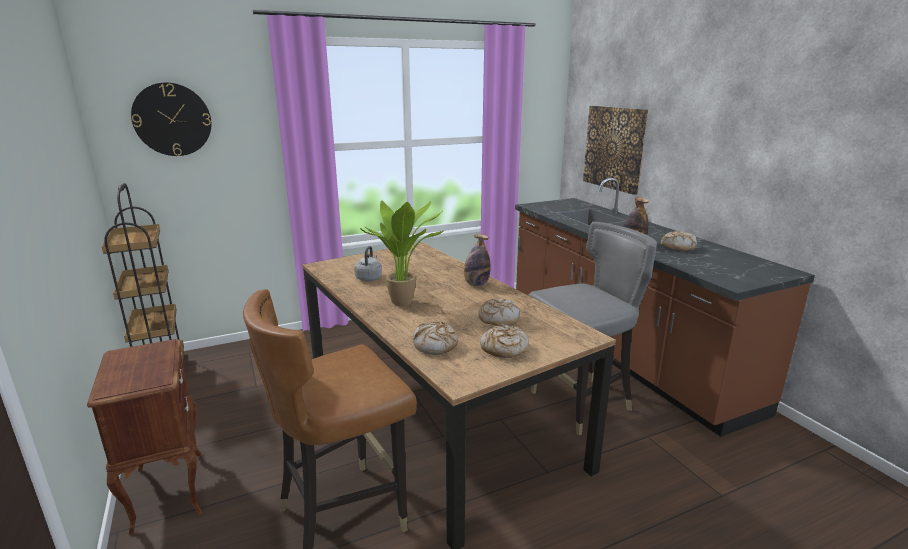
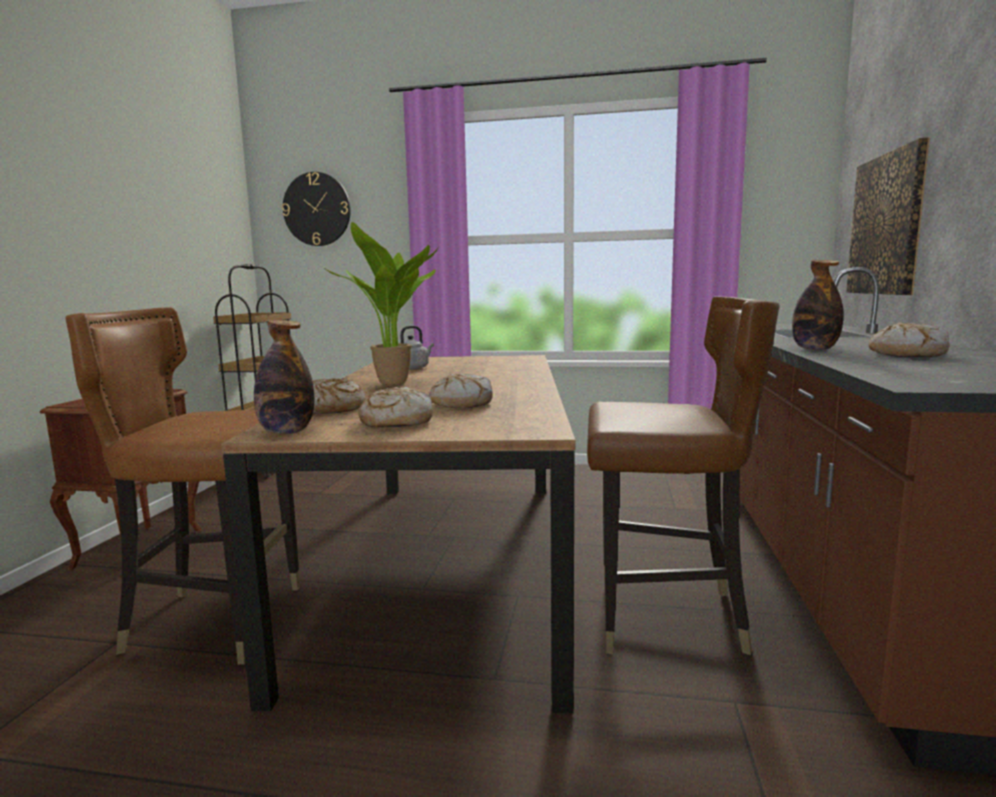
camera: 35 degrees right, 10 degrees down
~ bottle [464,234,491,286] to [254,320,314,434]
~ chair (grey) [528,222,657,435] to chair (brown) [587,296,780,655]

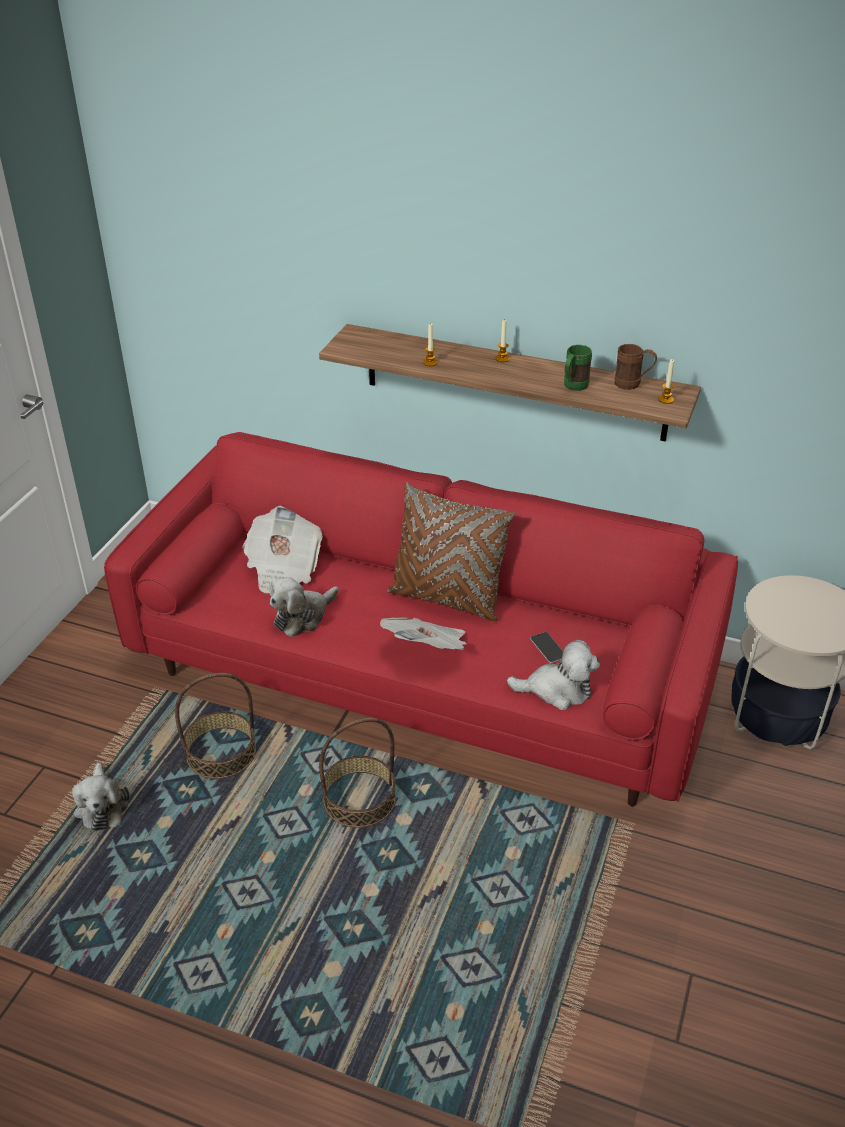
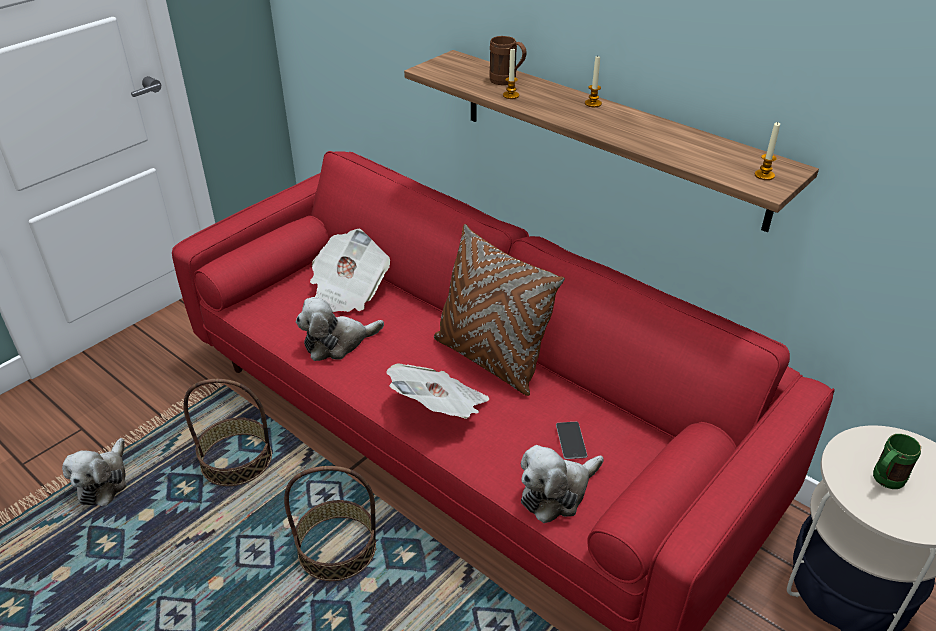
camera: 20 degrees right, 0 degrees up
~ plush toy [507,640,600,710] = [521,445,604,523] 120 degrees clockwise
~ mug (green) [564,345,592,391] to [873,434,921,489]
~ mug (brown) [615,344,657,390] to [489,36,527,85]

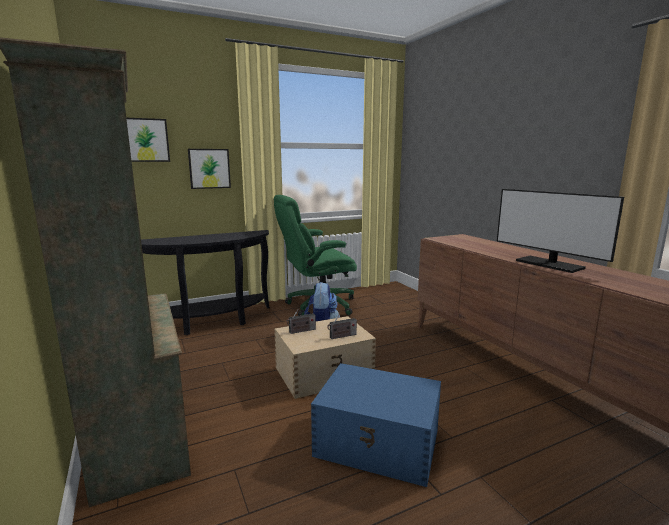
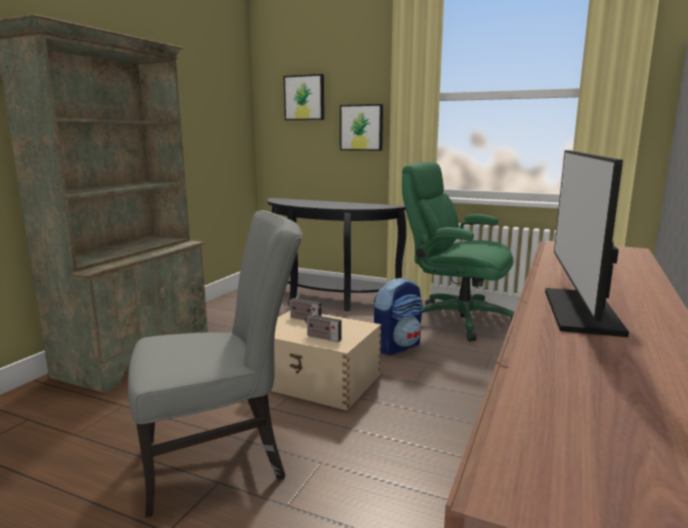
camera: 50 degrees right, 0 degrees up
~ storage box (blue) [311,363,441,487] to chair (grey) [128,210,303,518]

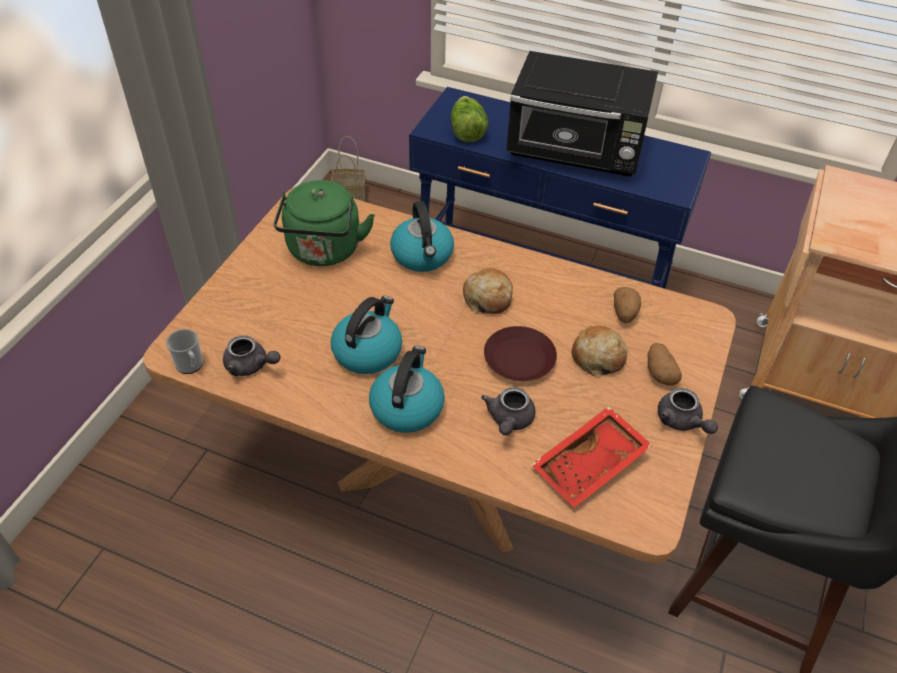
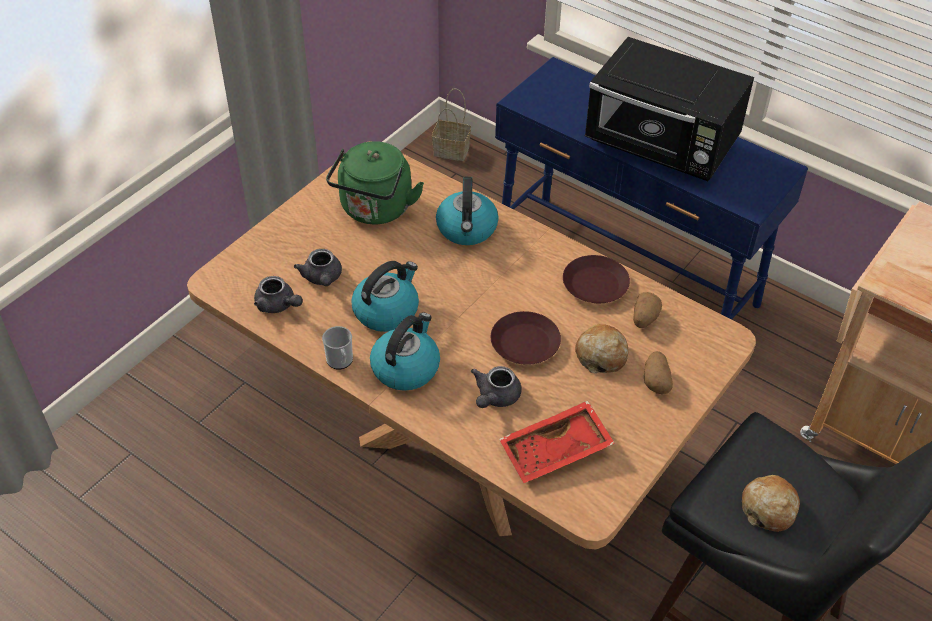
camera: 15 degrees right, 0 degrees up
~ mug [166,329,203,374] to [322,326,353,369]
- lettuce [451,96,488,142]
~ bread [463,268,513,314] to [742,475,800,532]
~ teapot (grey) [658,388,718,434] to [294,249,342,286]
+ plate (brown) [563,255,630,303]

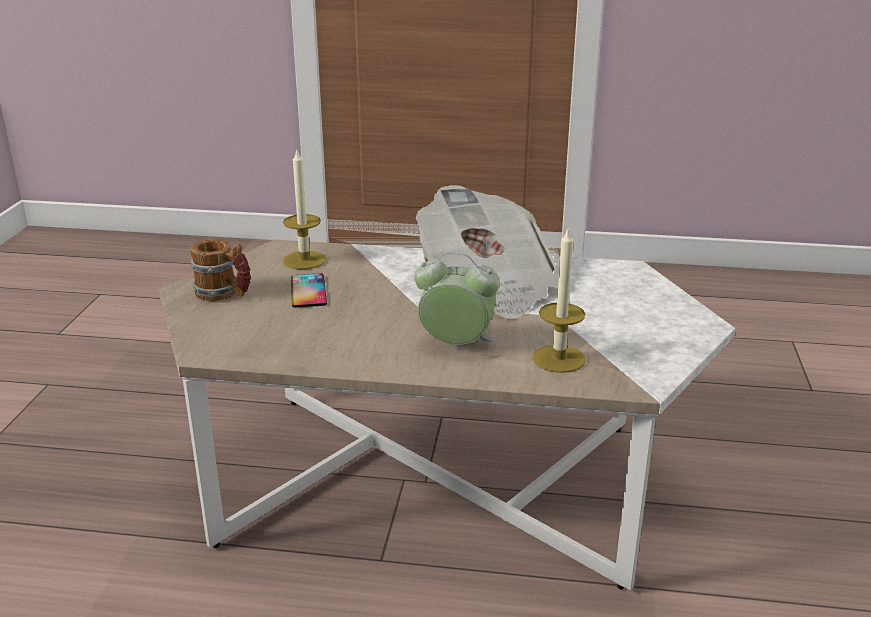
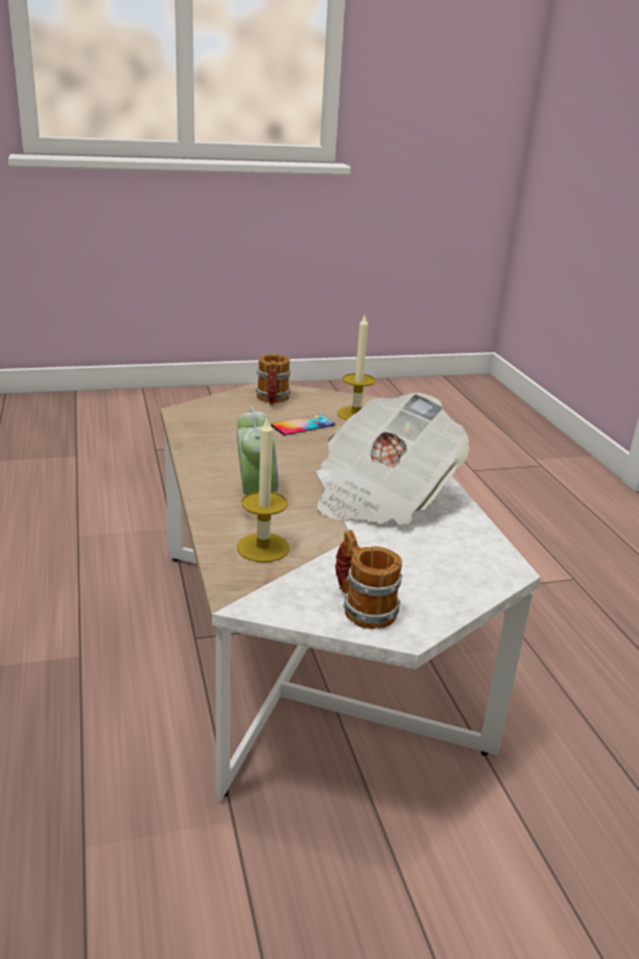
camera: 65 degrees right, 0 degrees up
+ mug [335,530,402,629]

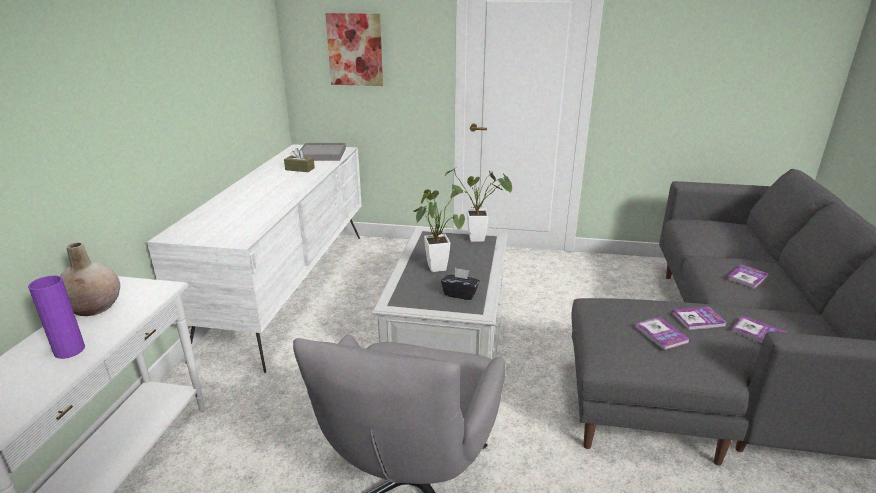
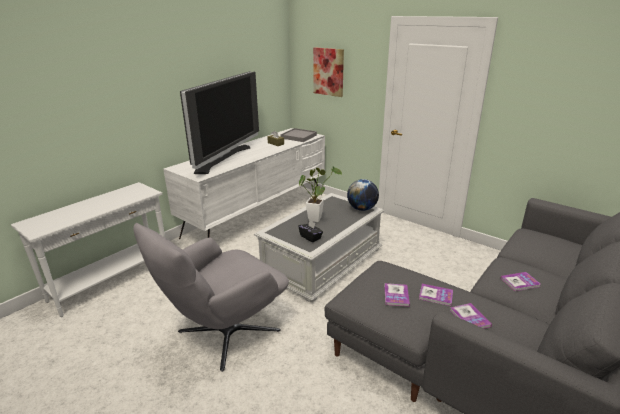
camera: 30 degrees right, 0 degrees up
- vase (purple) [28,276,85,359]
- vase (beige) [60,243,120,316]
~ potted plant [445,168,512,242] to globe [347,179,379,211]
+ television [180,71,259,174]

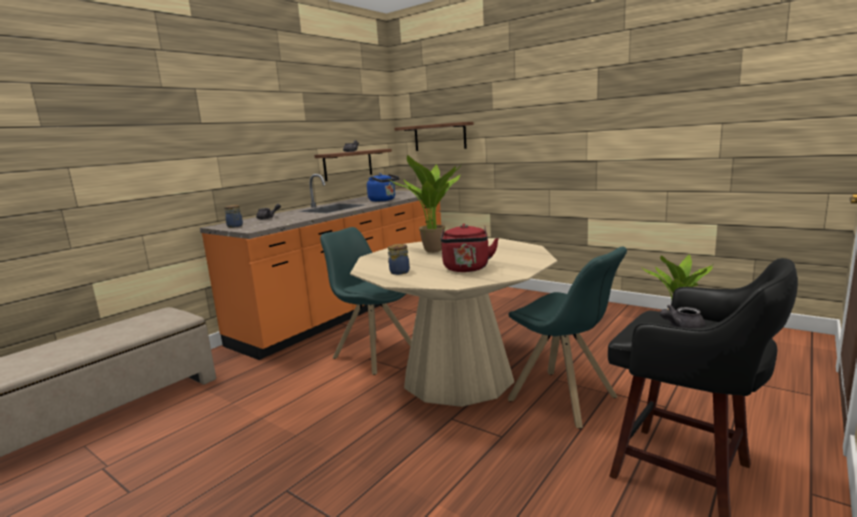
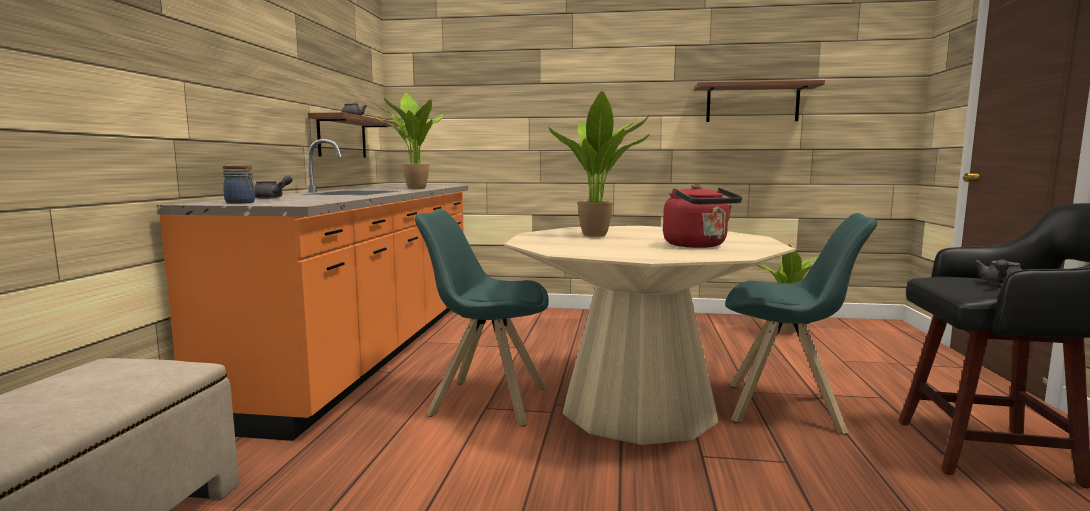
camera: 30 degrees left, 5 degrees down
~ kettle (blue) [367,173,399,202] to potted plant [375,92,444,189]
- jar [388,244,410,275]
~ shelf [394,122,474,151] to [694,80,825,122]

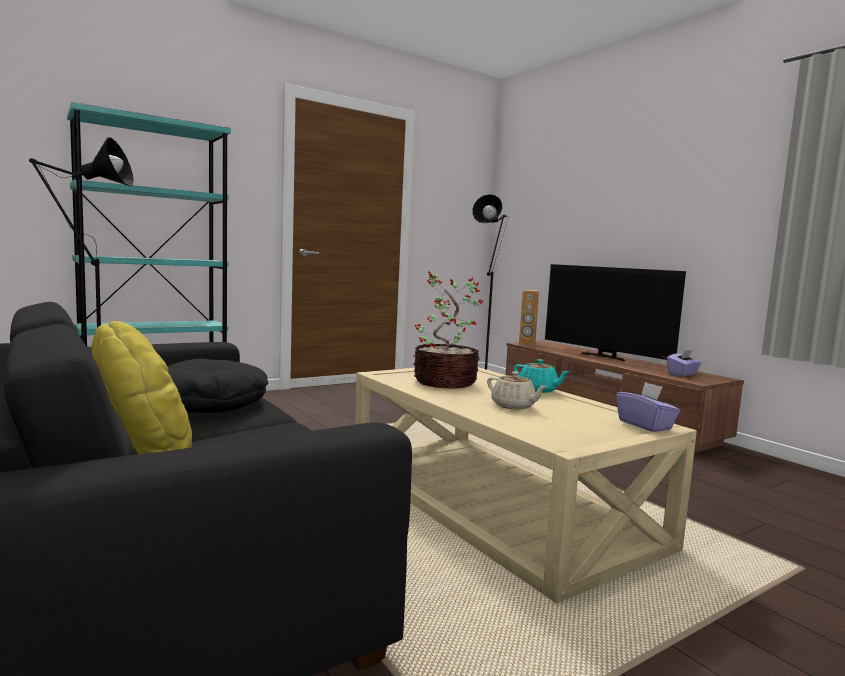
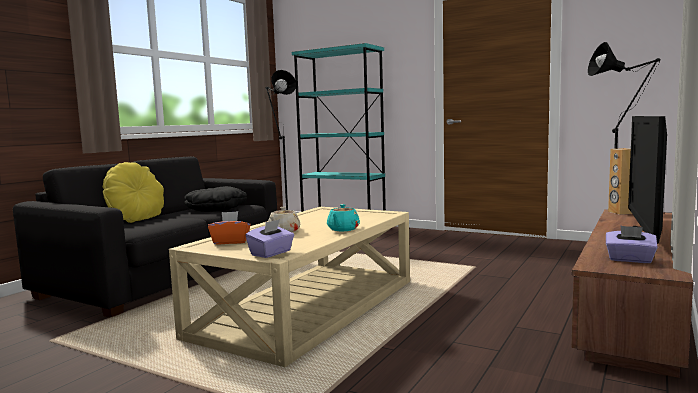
camera: 65 degrees right, 0 degrees up
- potted plant [413,271,483,389]
+ tissue box (orange) [208,211,251,244]

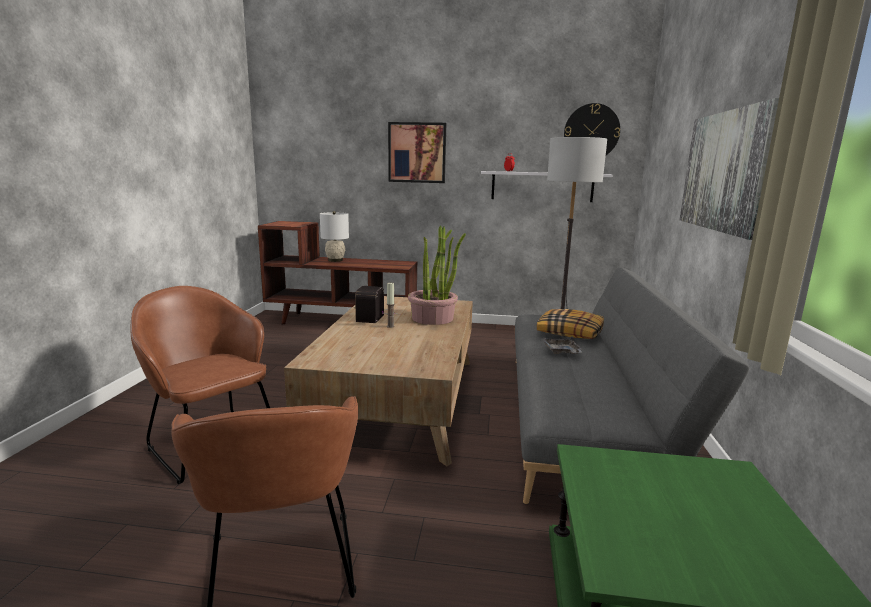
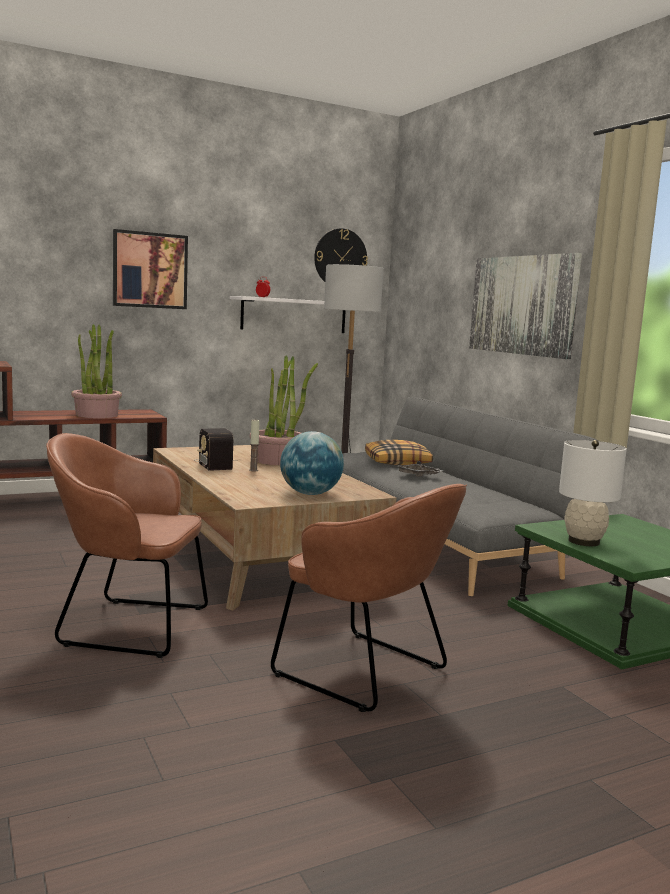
camera: 35 degrees left, 5 degrees down
~ table lamp (white) [320,211,349,262] to [559,440,627,546]
+ potted plant [71,324,122,418]
+ globe [280,431,344,495]

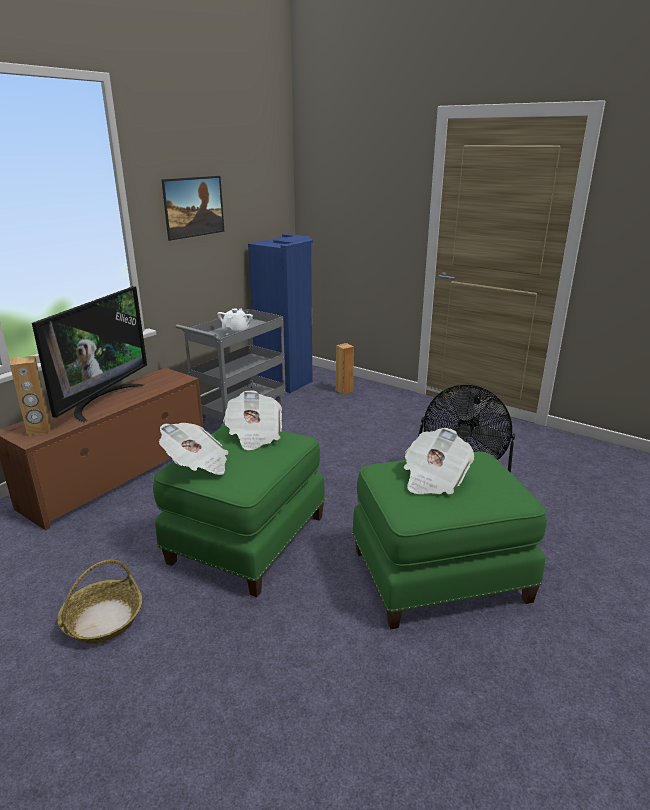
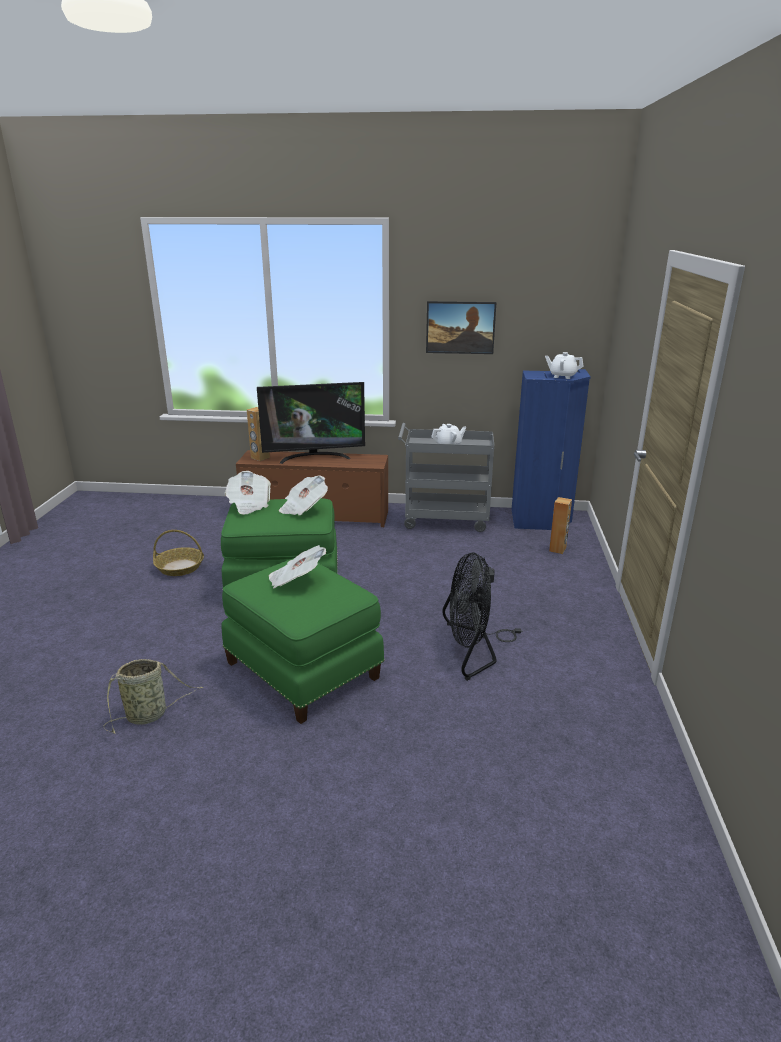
camera: 60 degrees right, 0 degrees up
+ basket [104,659,204,734]
+ teapot (white) [545,352,583,379]

